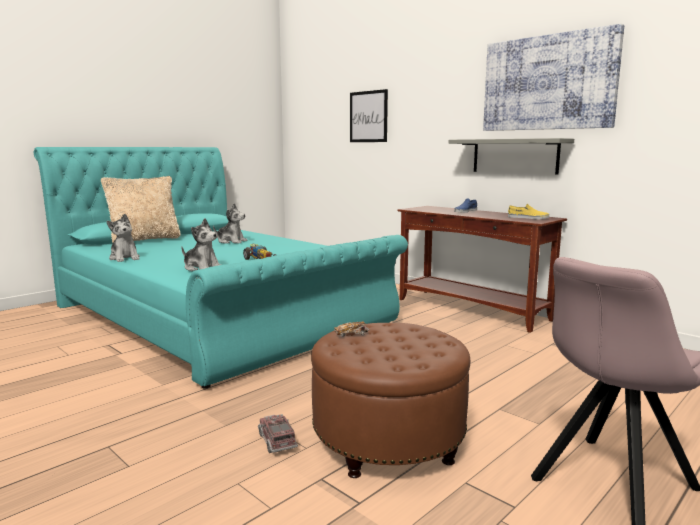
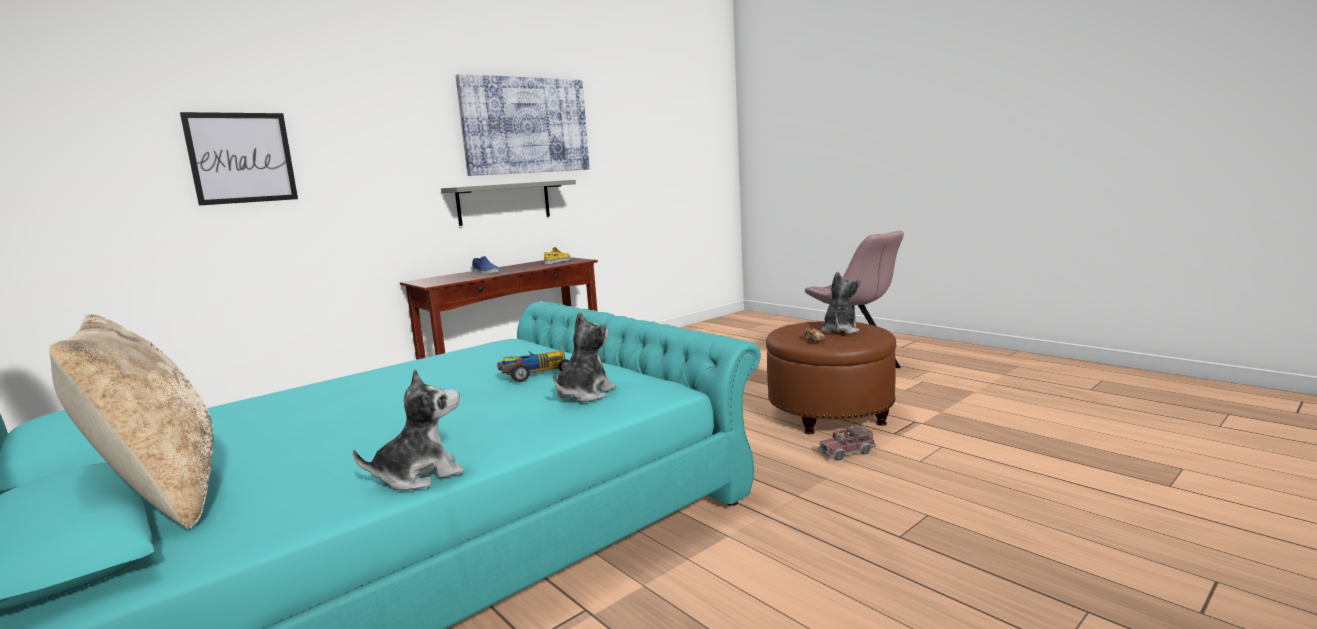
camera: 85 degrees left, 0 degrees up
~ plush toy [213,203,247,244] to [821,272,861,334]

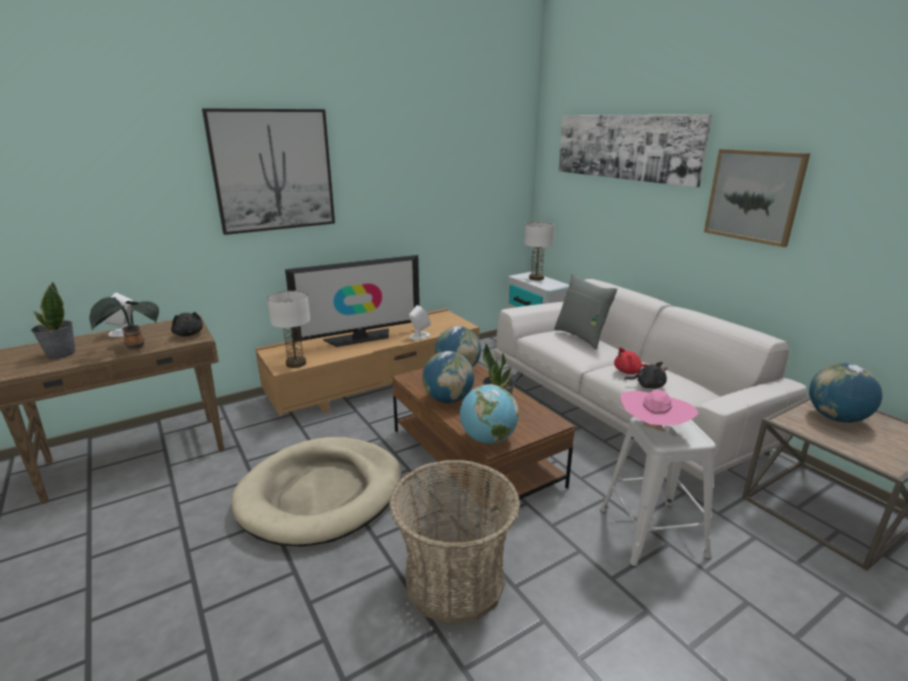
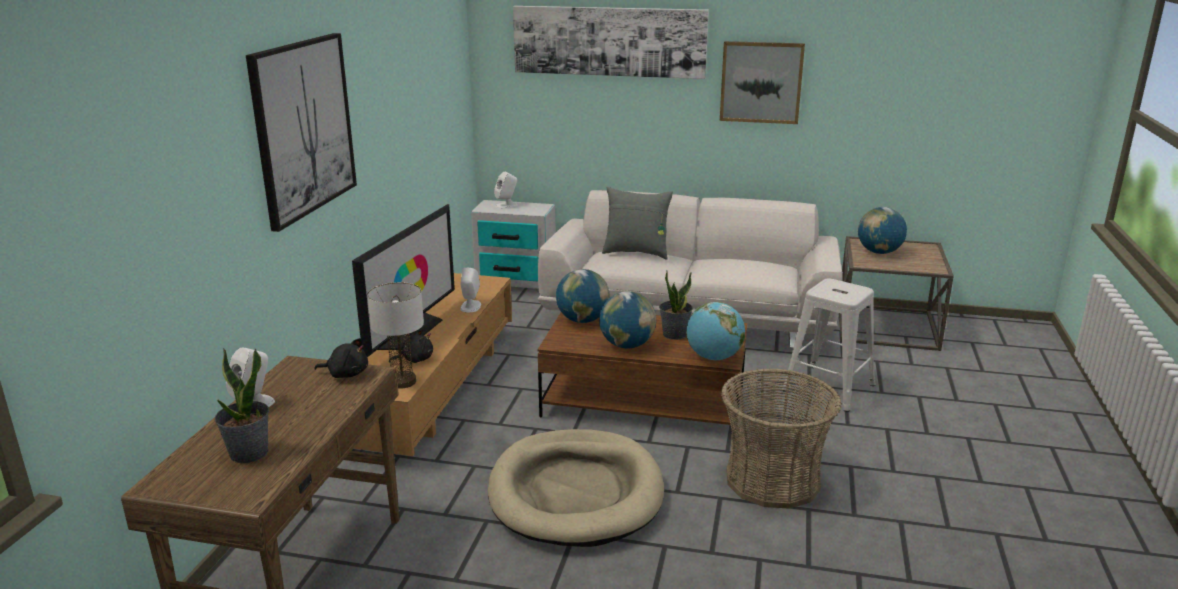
camera: 45 degrees left, 0 degrees up
- potted plant [89,297,159,349]
~ table lamp [524,222,555,281] to speaker (white) [494,172,518,209]
- plush toy (red) [614,347,648,374]
- hat (pink) [620,389,699,432]
~ plush toy (black) [624,362,668,389] to [389,329,433,363]

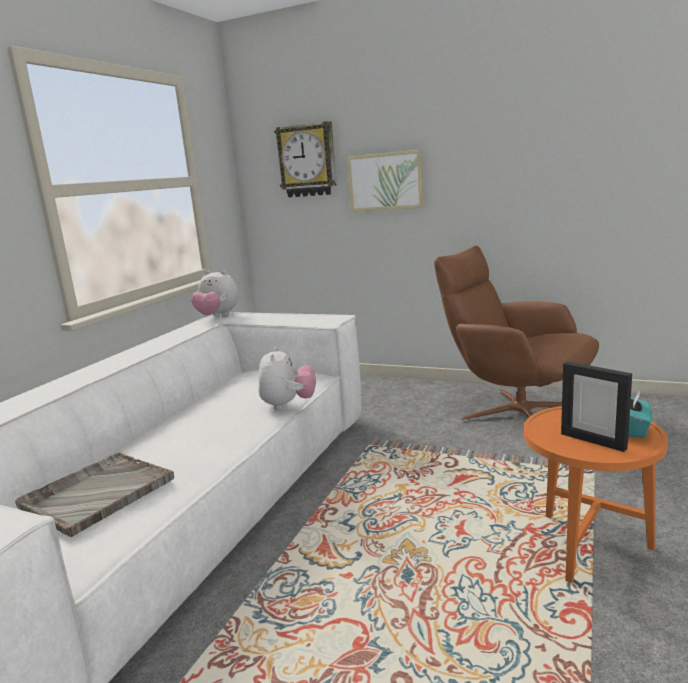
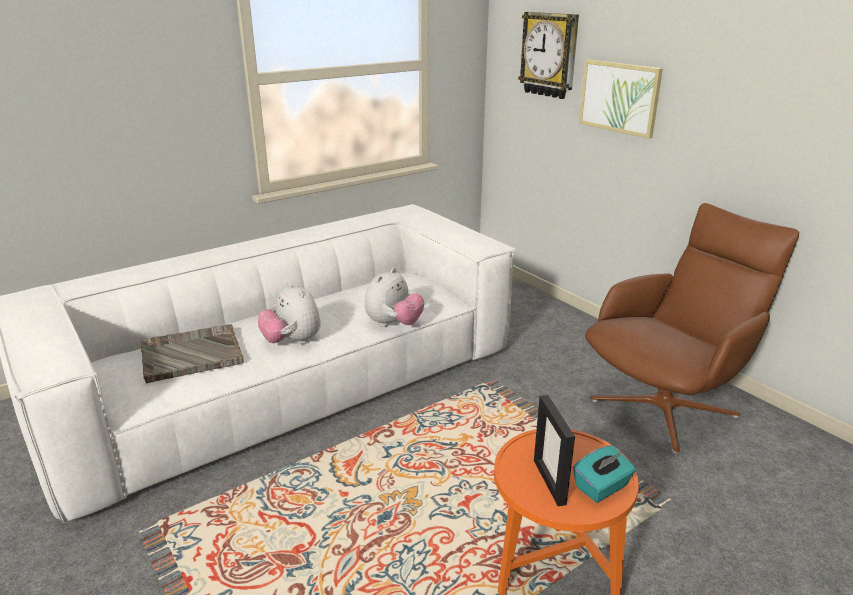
camera: 30 degrees right, 10 degrees up
~ plush toy [191,270,239,316] to [258,282,321,344]
~ armchair (brown) [434,246,599,421] = [585,203,799,453] 75 degrees clockwise

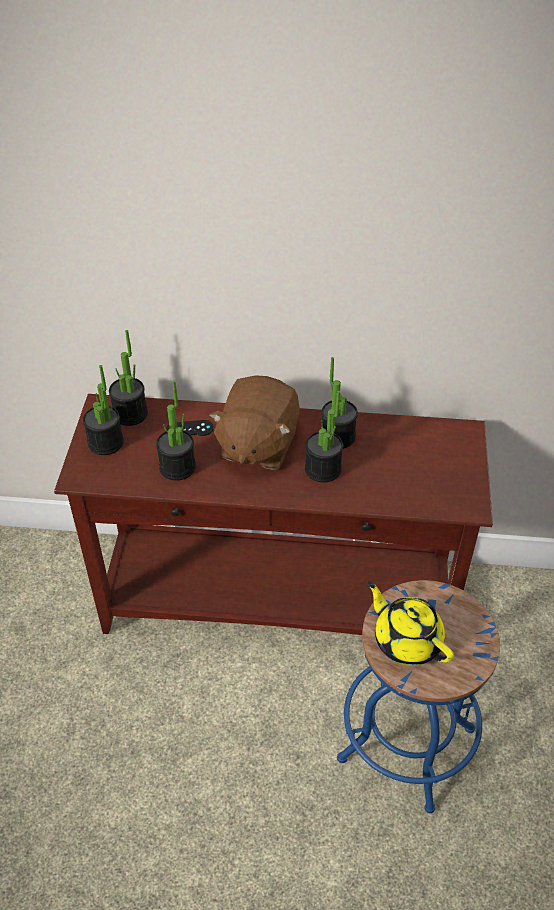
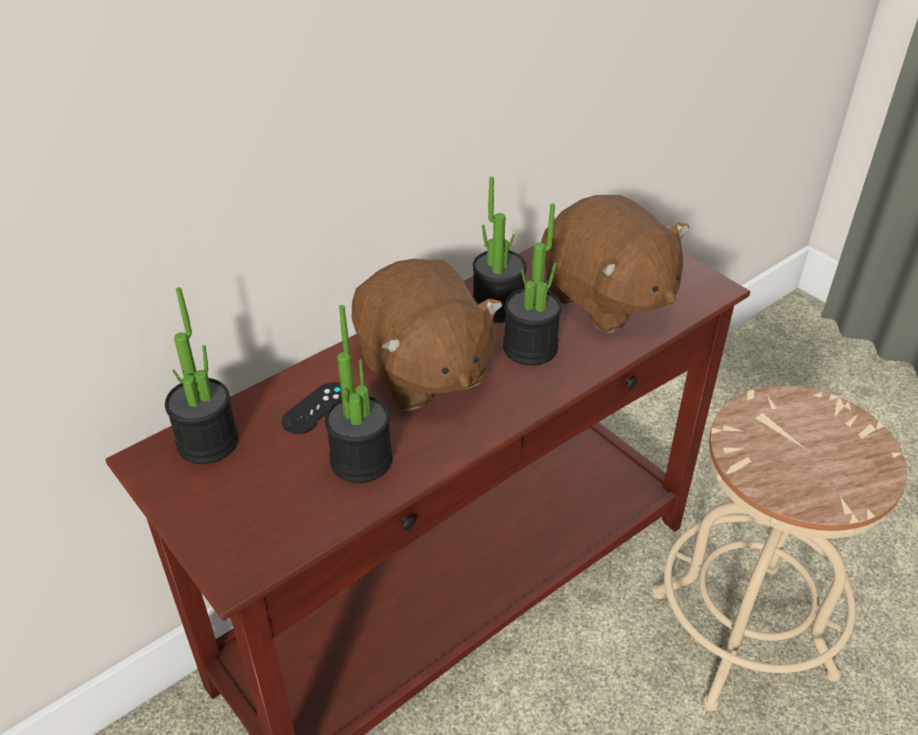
camera: 45 degrees left, 5 degrees down
- potted plant [83,365,124,455]
~ stool (blue) [337,580,500,813] to stool (beige) [652,386,907,711]
- teapot (yellow) [367,581,454,666]
+ plush toy (brown) [541,195,689,333]

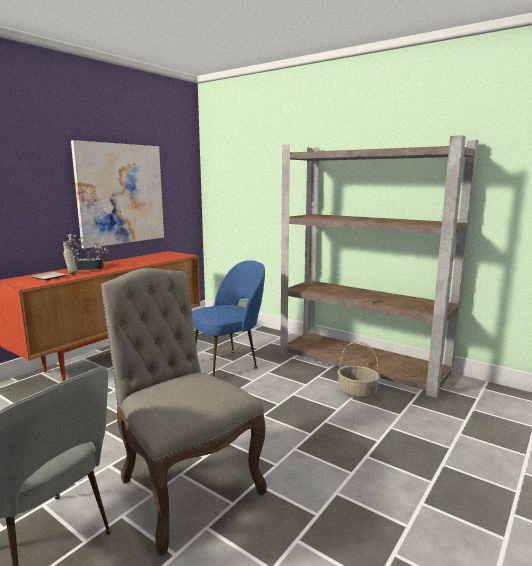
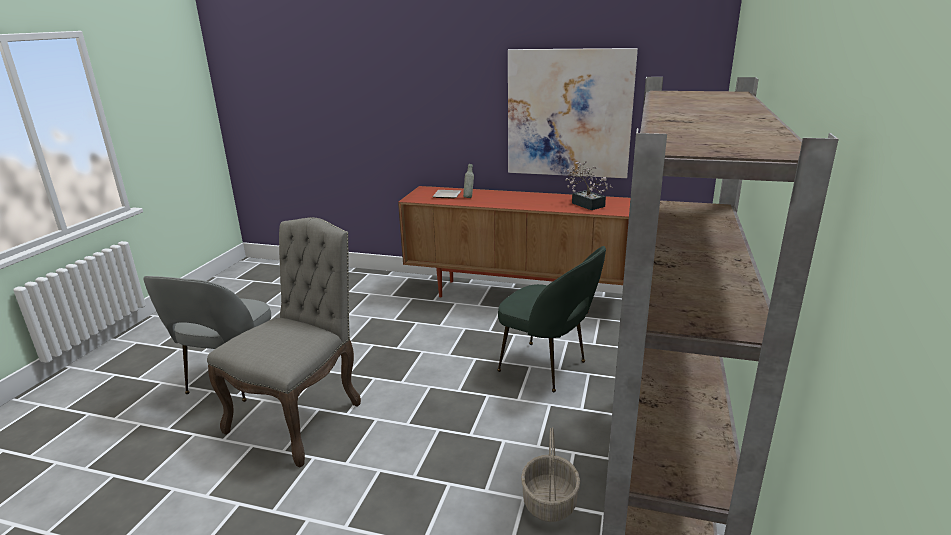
camera: 70 degrees right, 10 degrees up
~ potted plant [64,234,109,270] to [564,161,613,210]
~ chair (blue) [192,260,265,376] to chair (green) [497,246,606,393]

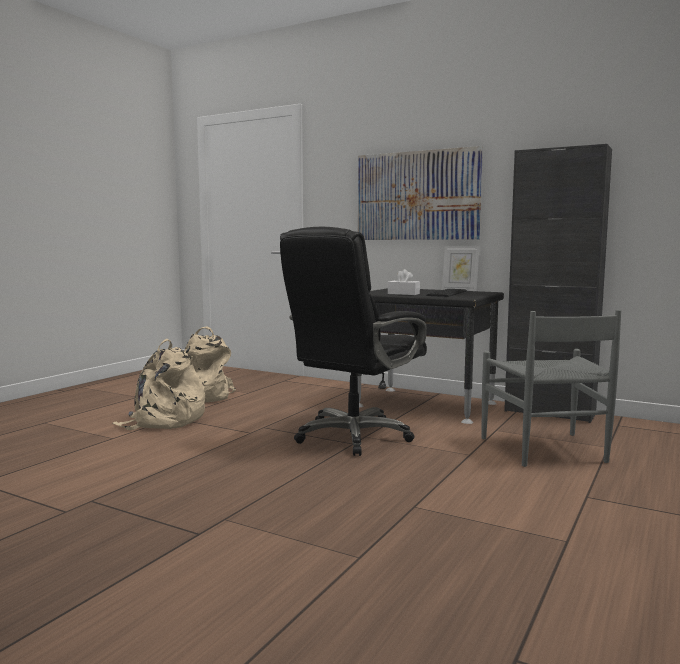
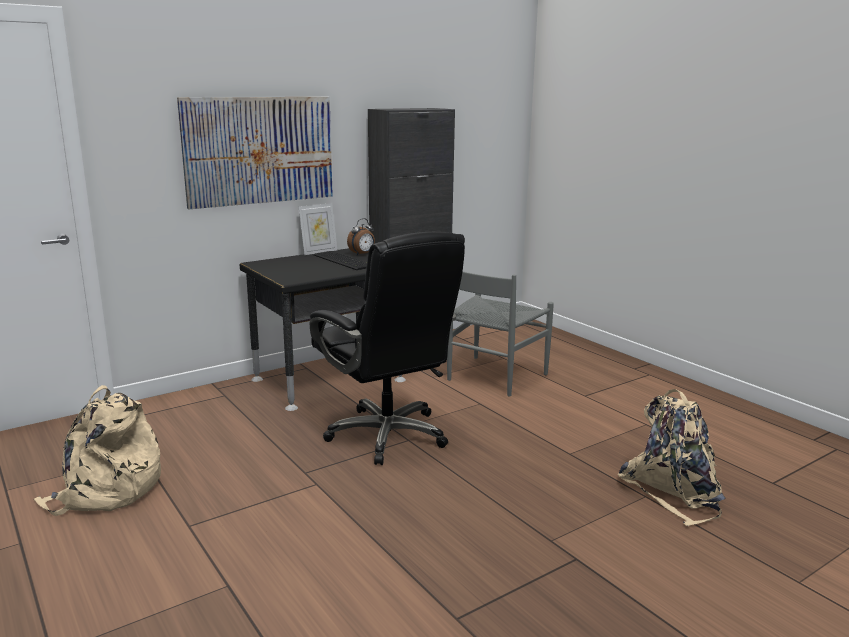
camera: 65 degrees left, 10 degrees up
~ backpack (beige) [113,339,205,430] to [618,389,725,526]
- tissue box (white) [388,269,420,295]
~ chair (grey) [482,310,621,467] = [447,271,554,396] 105 degrees clockwise
+ alarm clock [347,218,375,255]

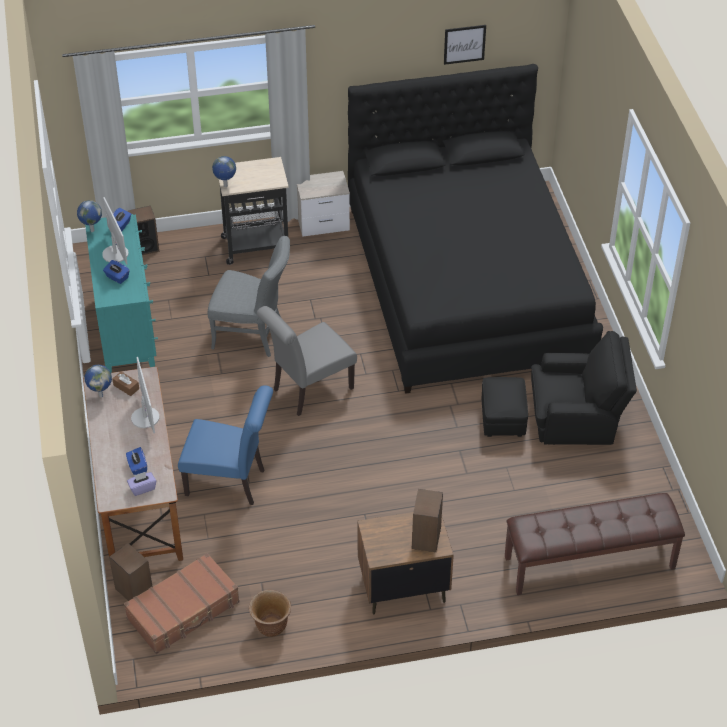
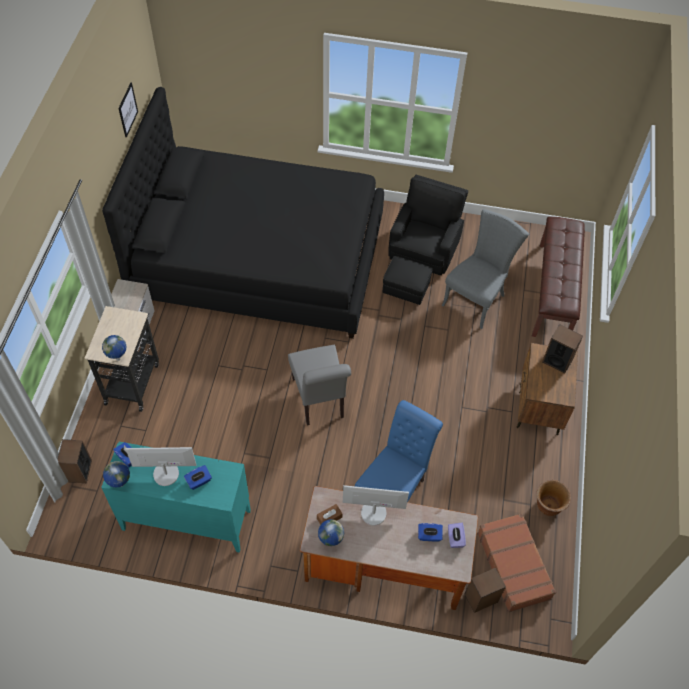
camera: 70 degrees left, 10 degrees up
~ chair (grey) [208,236,290,357] to [441,209,529,329]

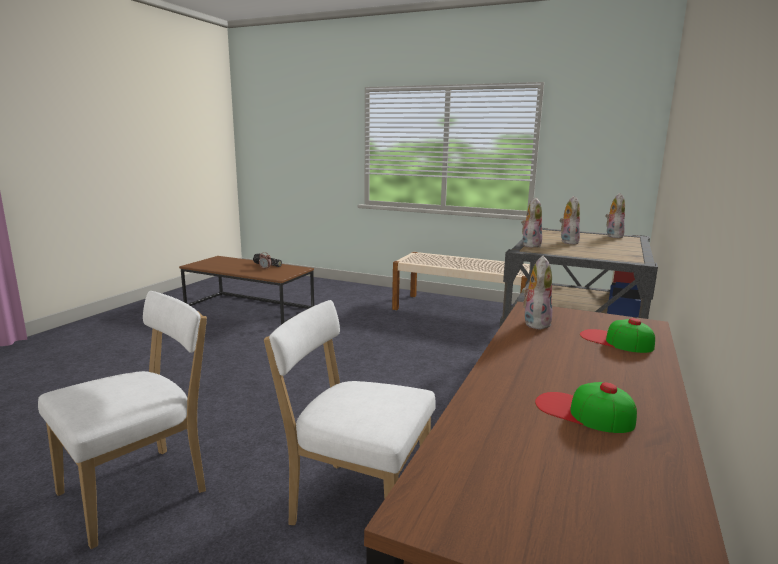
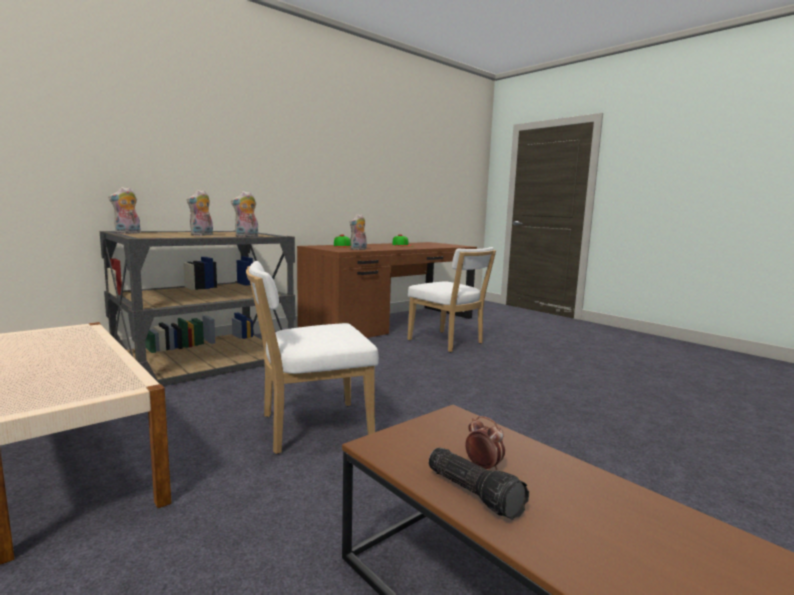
camera: 155 degrees left, 5 degrees down
~ chair (white) [38,291,207,549] to [246,261,379,454]

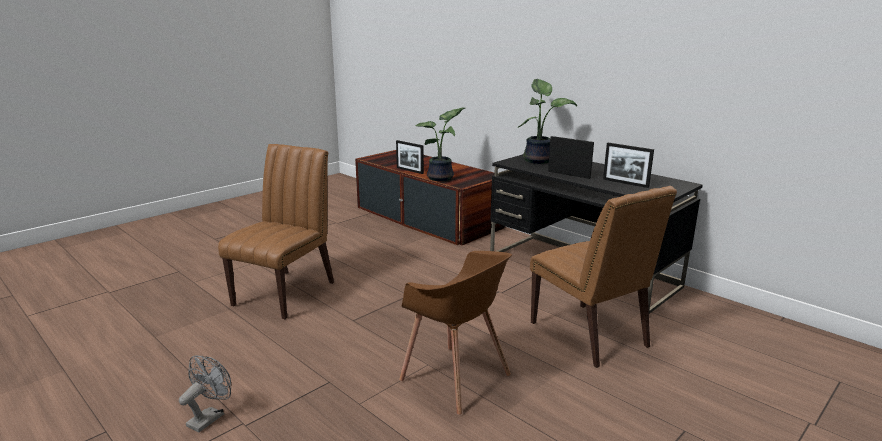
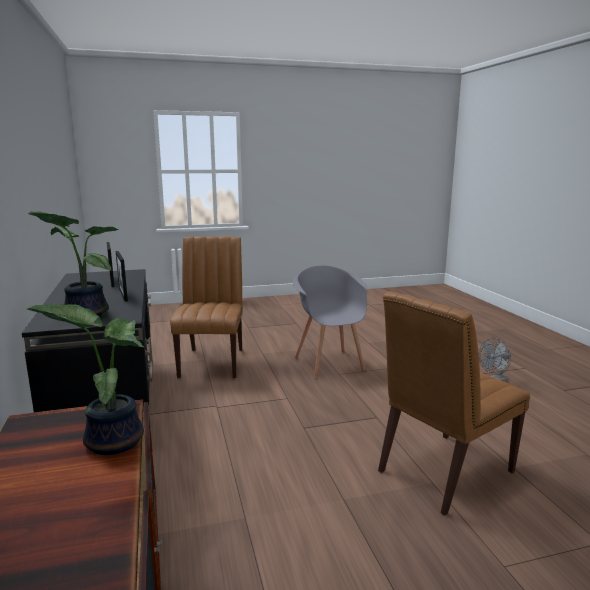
camera: 150 degrees left, 5 degrees down
- picture frame [396,140,424,174]
~ chair (brown) [399,251,512,415] to chair (grey) [293,265,367,378]

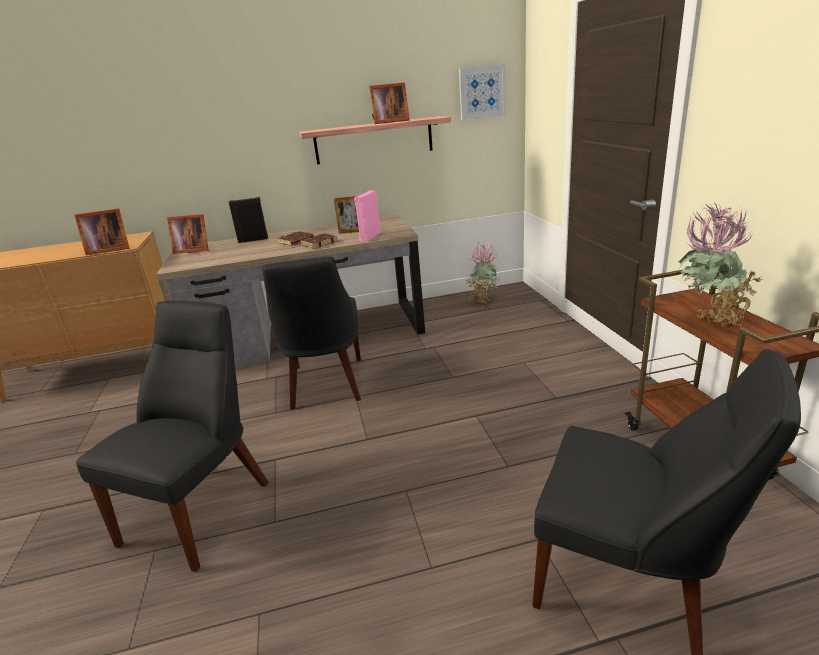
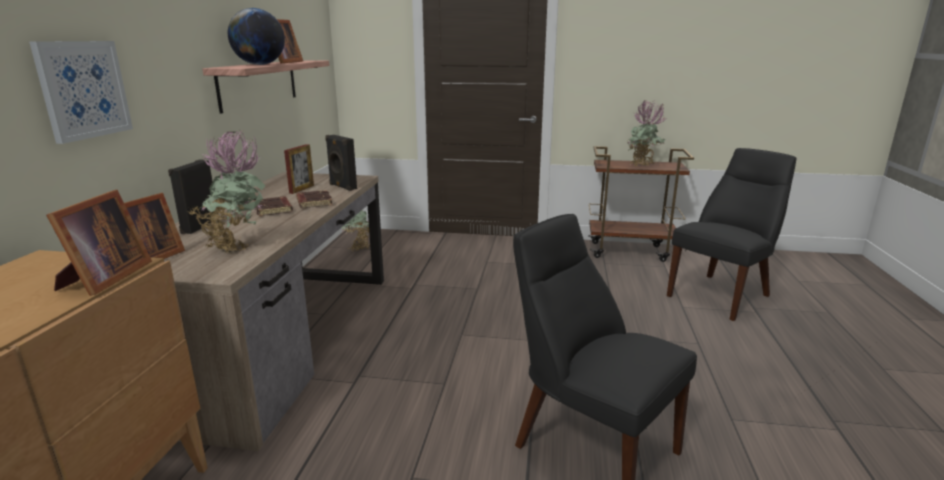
camera: 70 degrees left, 5 degrees down
- chair (black) [262,257,361,410]
~ speaker (pink) [354,190,381,242] to speaker (black) [325,135,357,191]
~ picture [459,64,506,120] to [29,41,133,144]
+ potted plant [187,130,266,254]
+ globe [228,8,285,65]

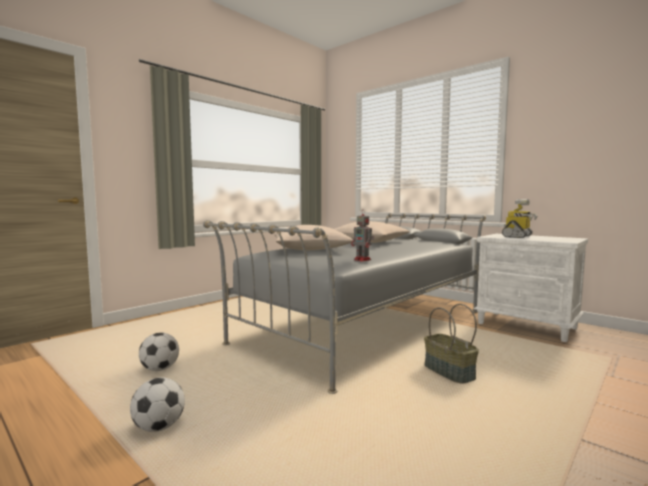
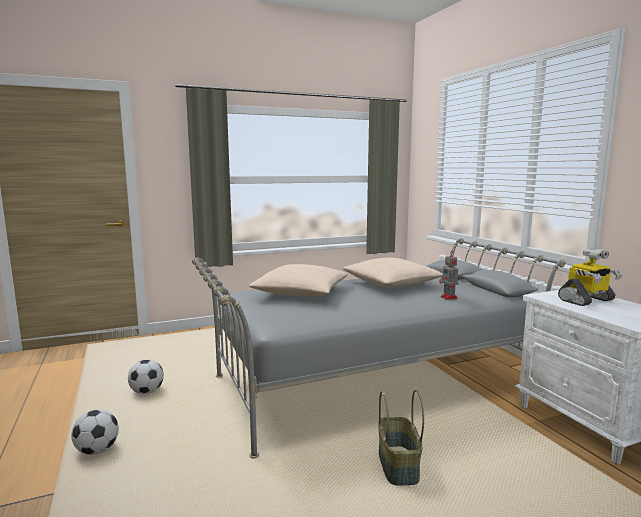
camera: 25 degrees right, 5 degrees up
~ toy robot [351,210,374,262] to [439,252,460,300]

